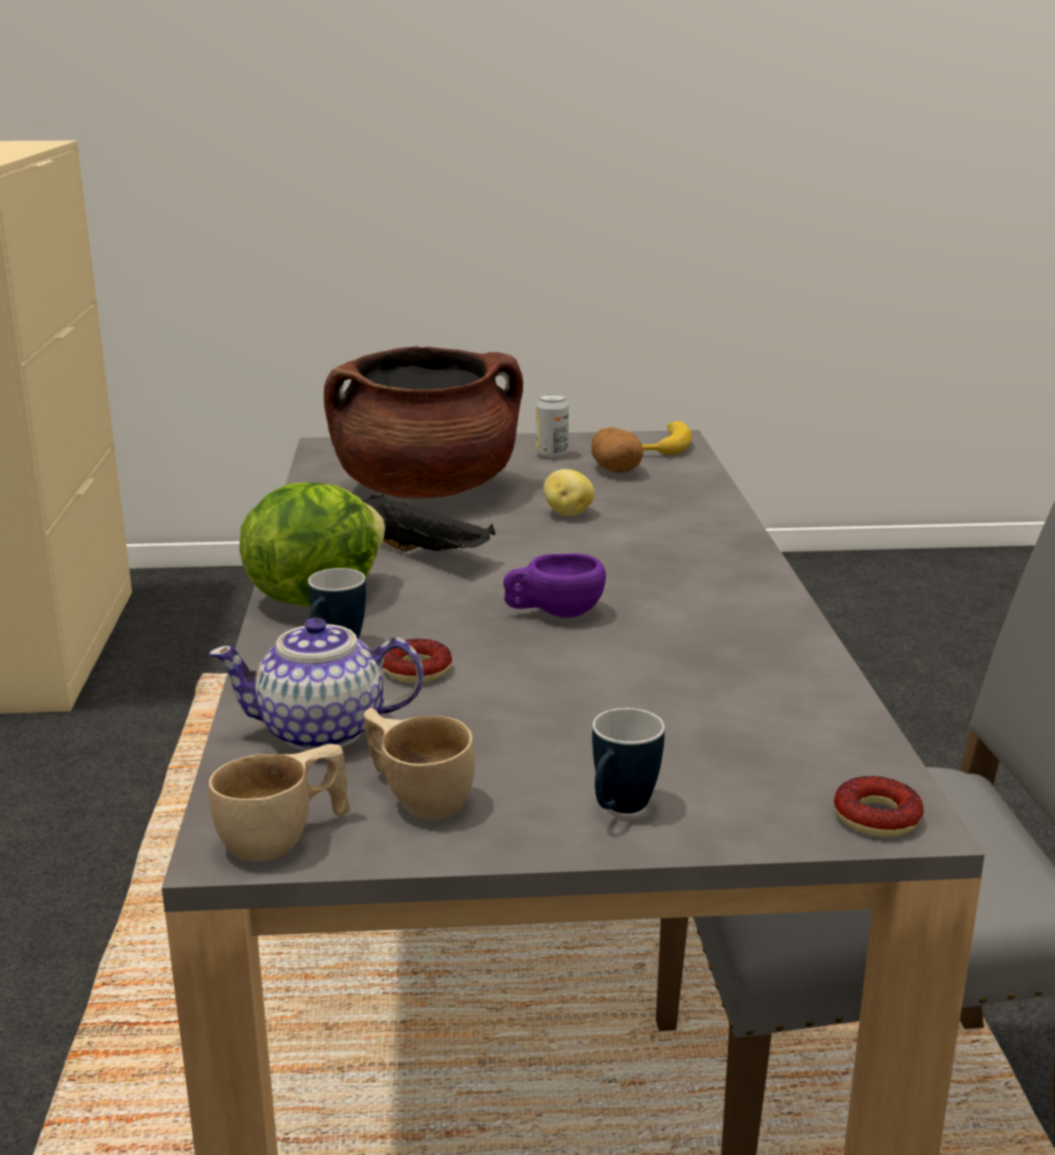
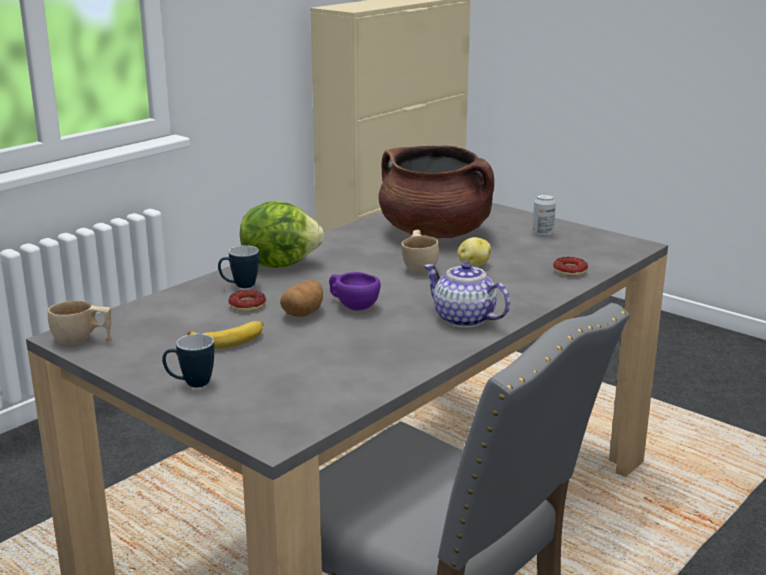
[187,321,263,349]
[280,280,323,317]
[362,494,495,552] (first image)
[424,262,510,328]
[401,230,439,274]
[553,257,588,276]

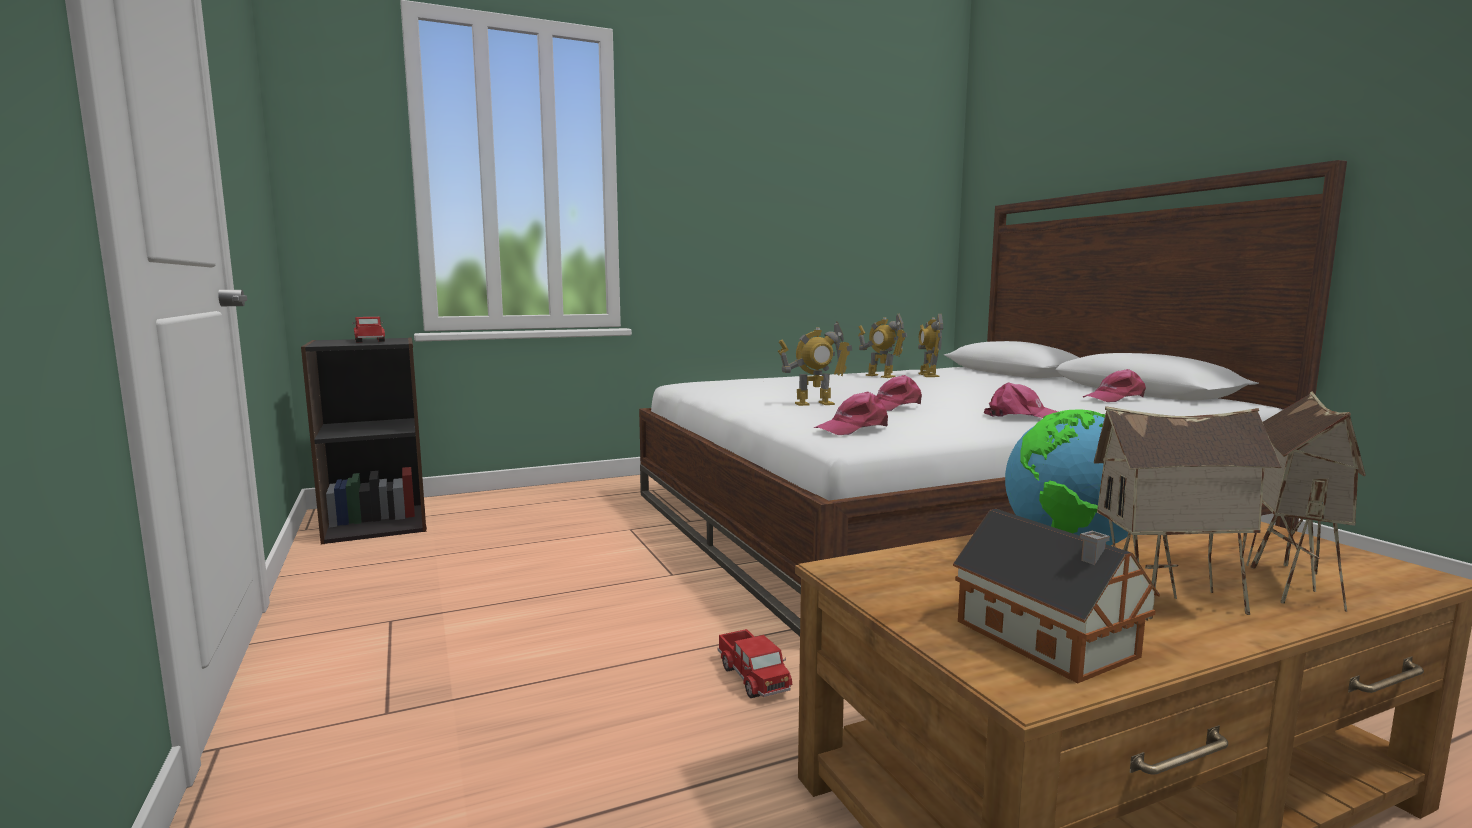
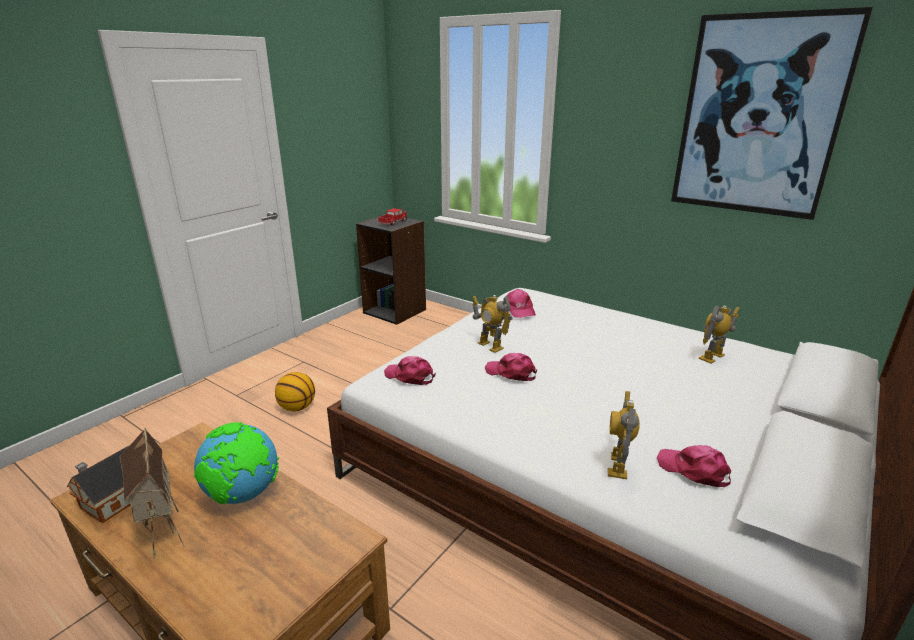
[608,391,640,479]
[507,289,536,318]
[1246,391,1366,612] (first image)
[717,629,793,698] (first image)
[671,7,873,220]
[275,372,315,411]

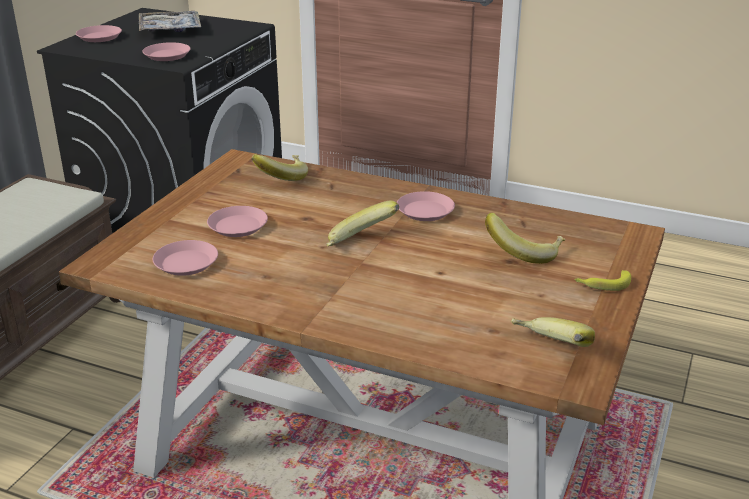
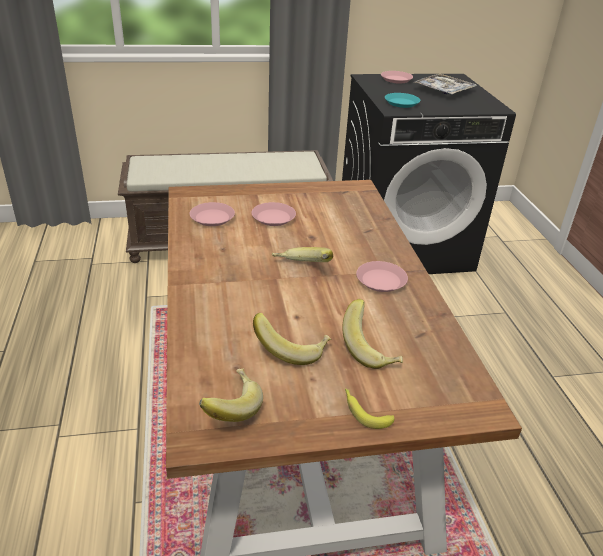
[385,93,420,108]
[253,313,331,365]

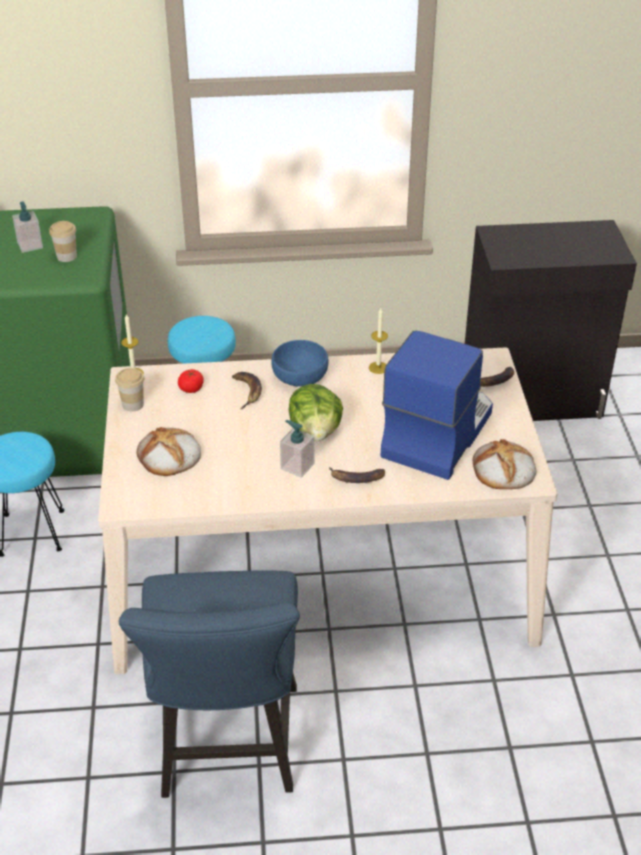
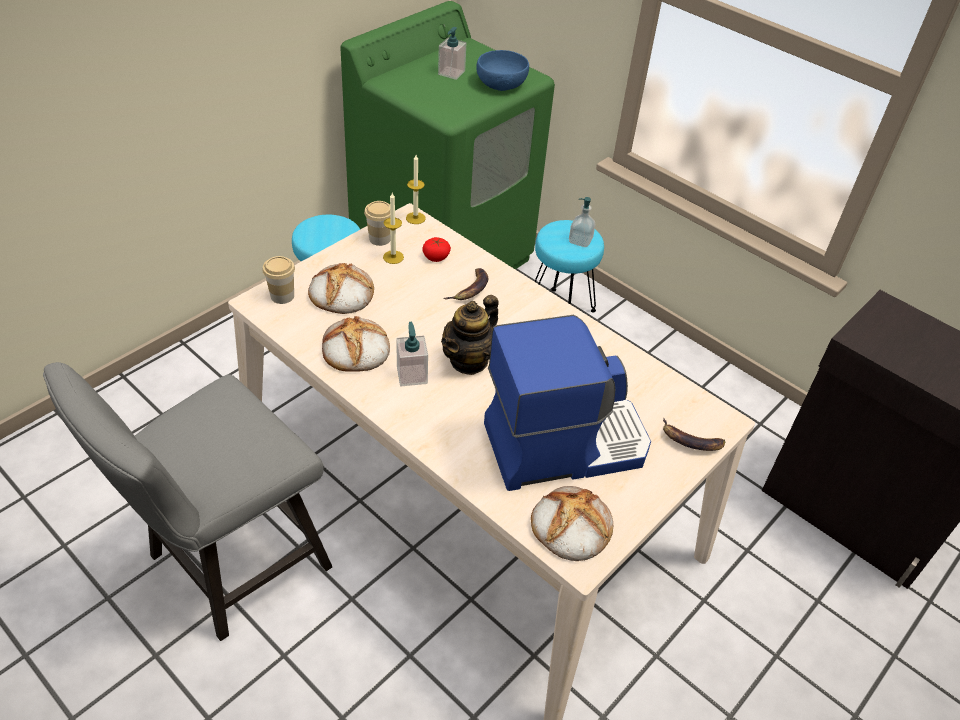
[263,256,295,304]
[383,193,404,264]
[476,50,529,91]
[441,295,499,375]
[329,467,385,483] (first image)
[43,362,332,641]
[569,197,596,247]
[322,316,390,372]

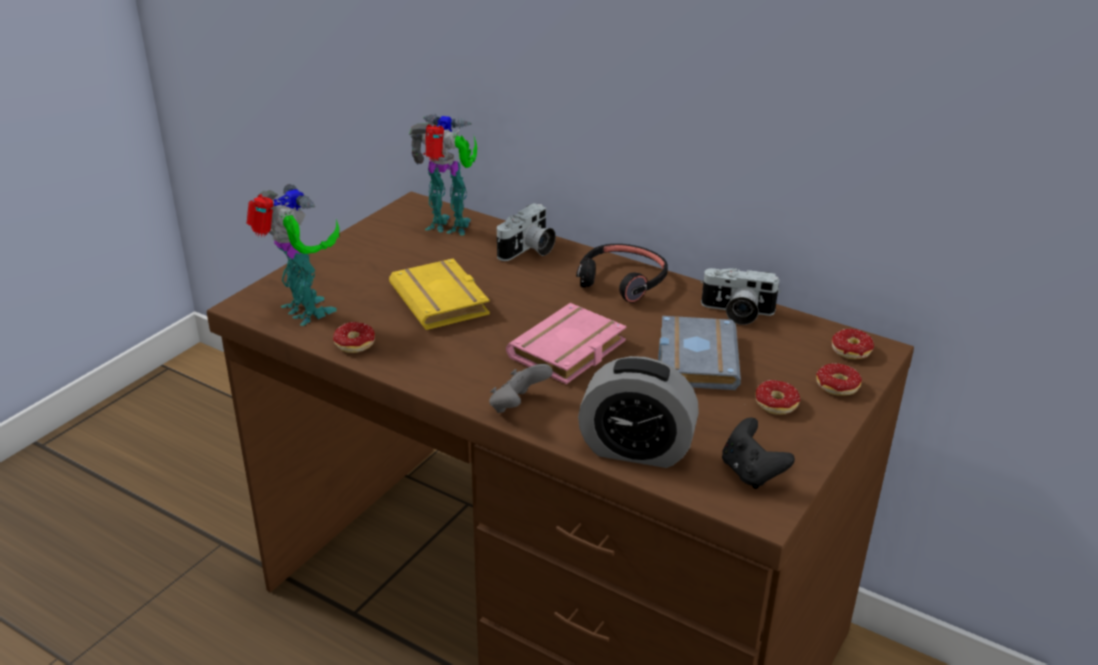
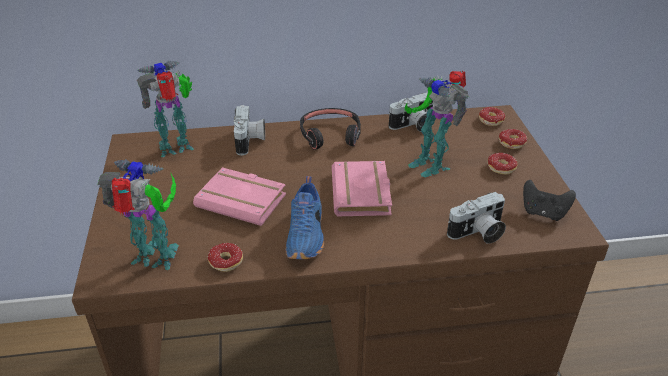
[193,167,286,226]
[405,71,469,178]
[447,192,506,244]
[489,364,553,413] (first image)
[286,176,324,259]

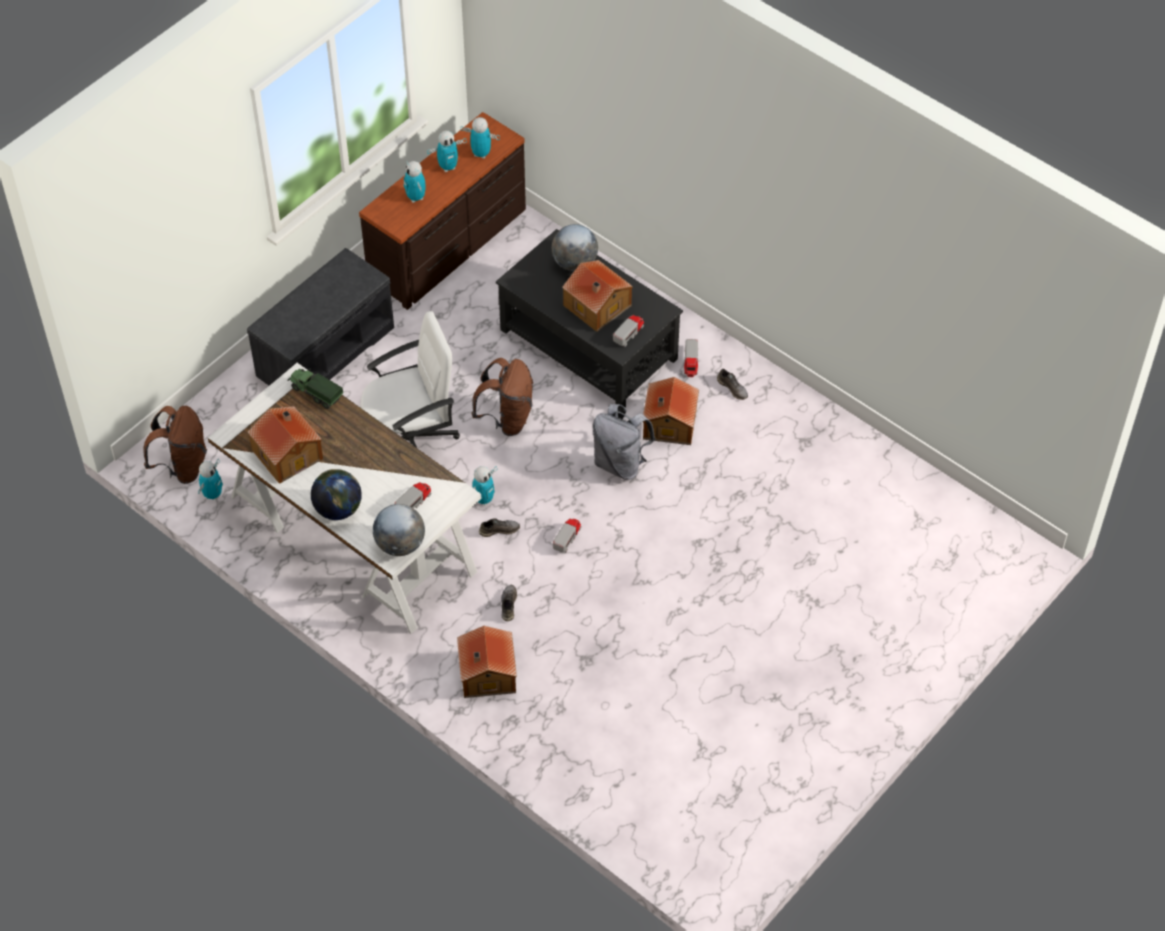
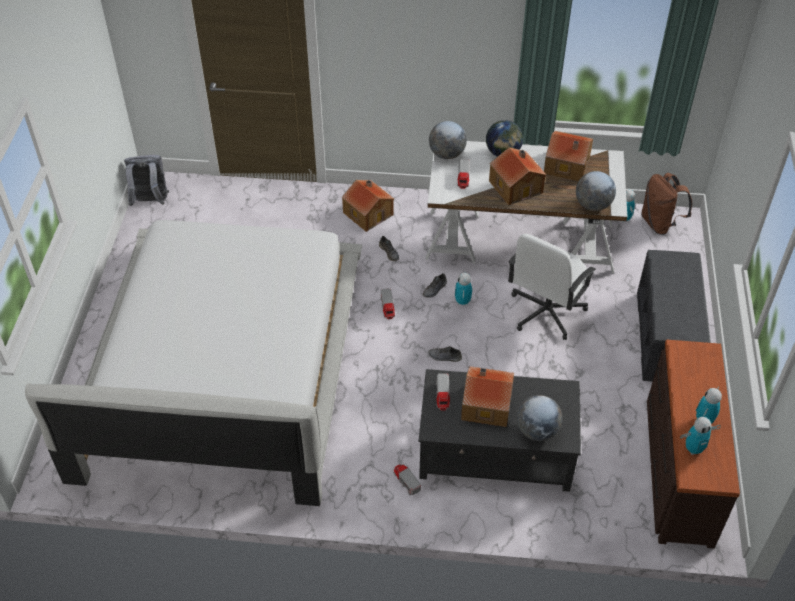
[404,161,425,203] (first image)
[471,358,533,436] (first image)
[576,171,616,211]
[429,346,462,362]
[489,147,546,205]
[124,155,169,206]
[25,220,362,506]

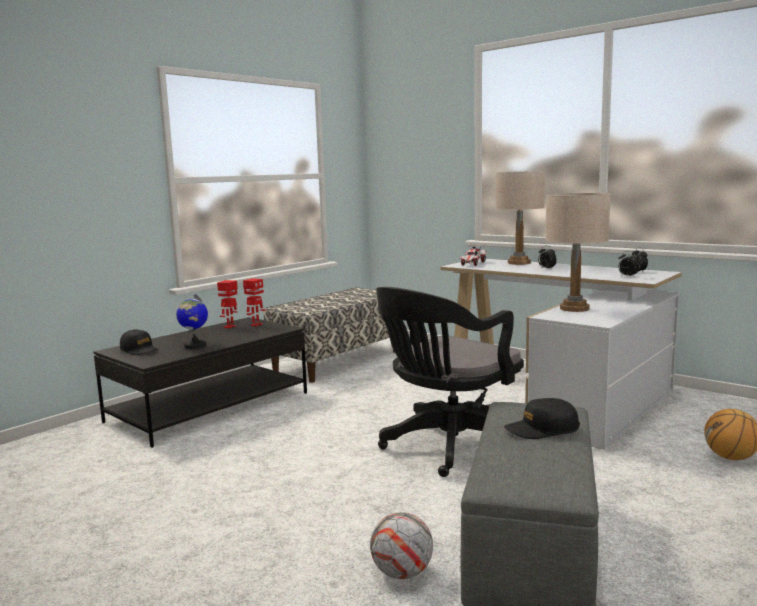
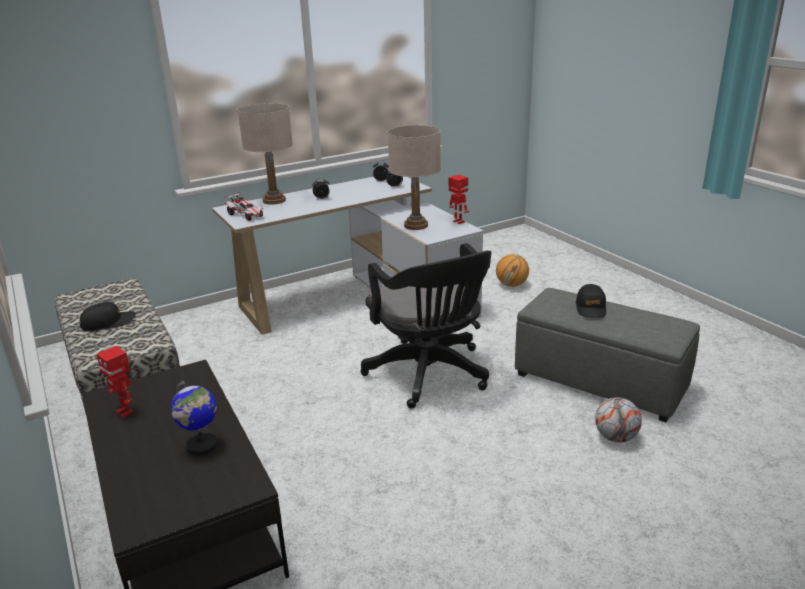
[448,175,469,224]
[80,302,136,331]

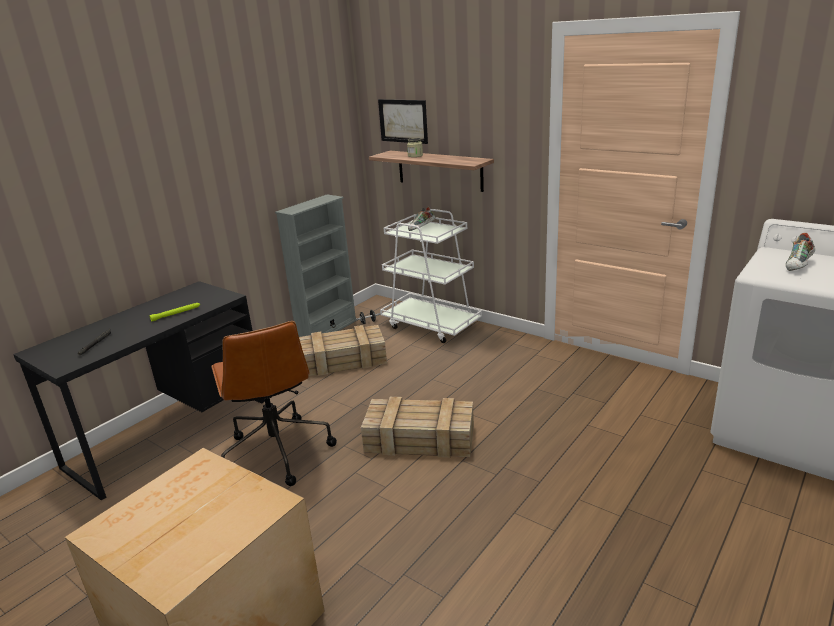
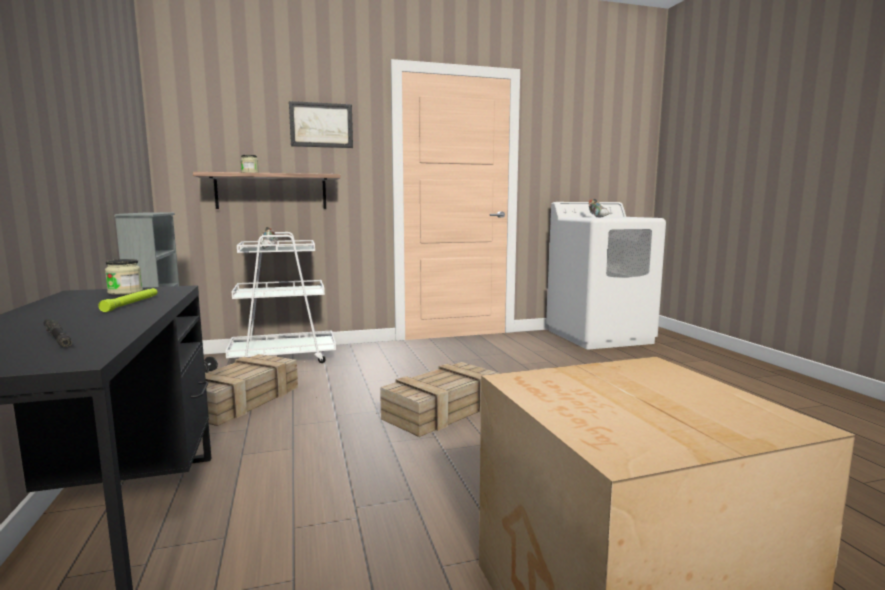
[289,101,353,148]
[211,321,337,486] (first image)
[105,259,143,295]

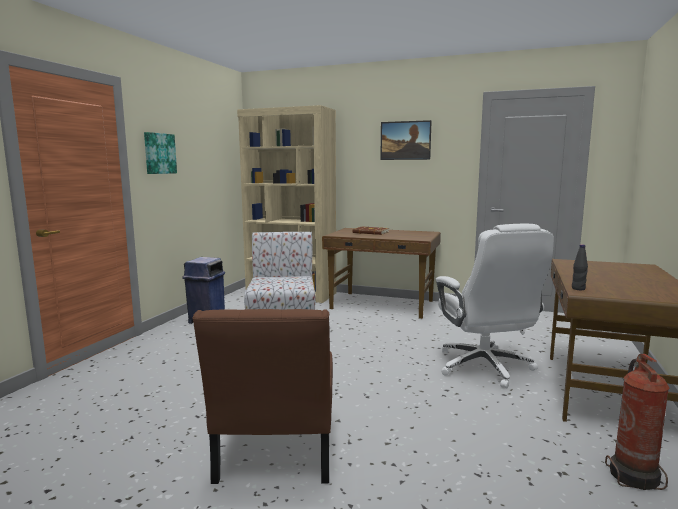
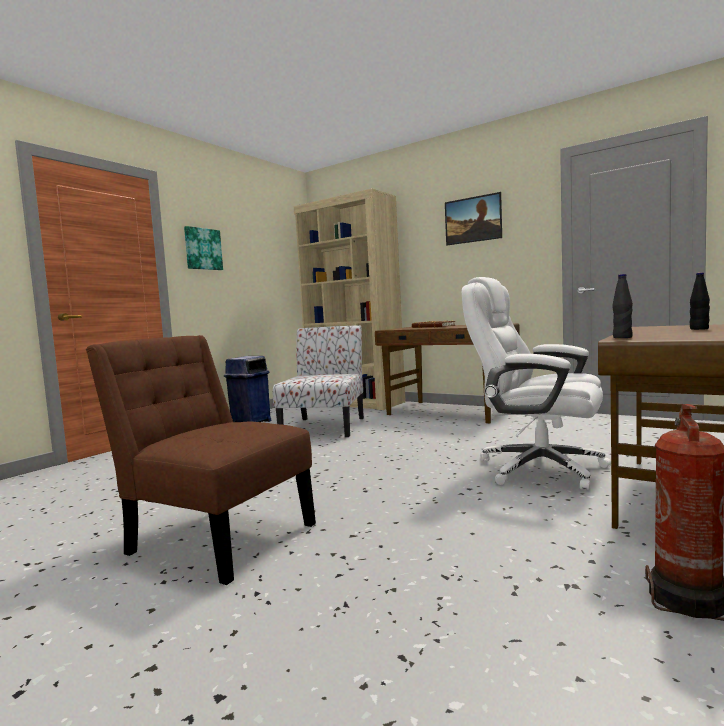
[462,277,611,491]
[86,335,316,585]
[690,273,710,330]

